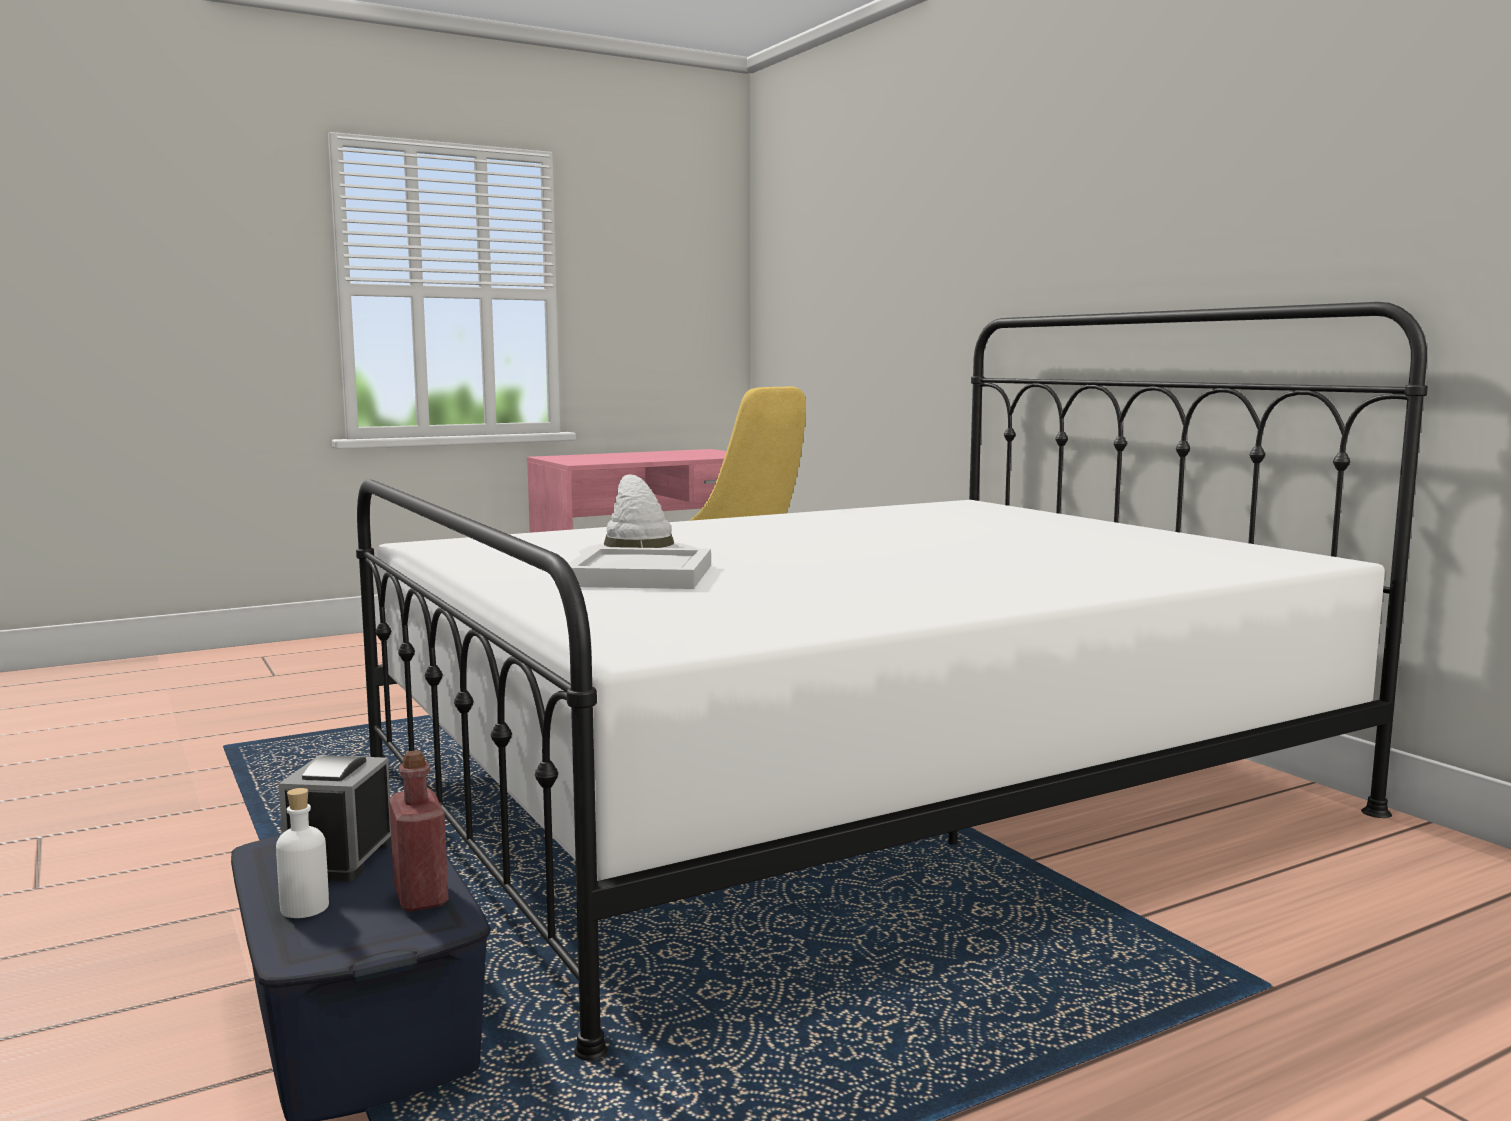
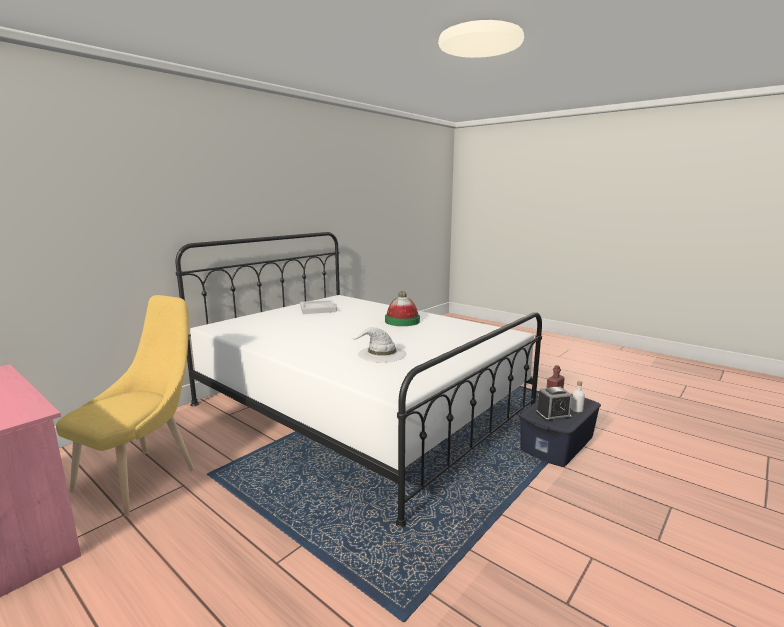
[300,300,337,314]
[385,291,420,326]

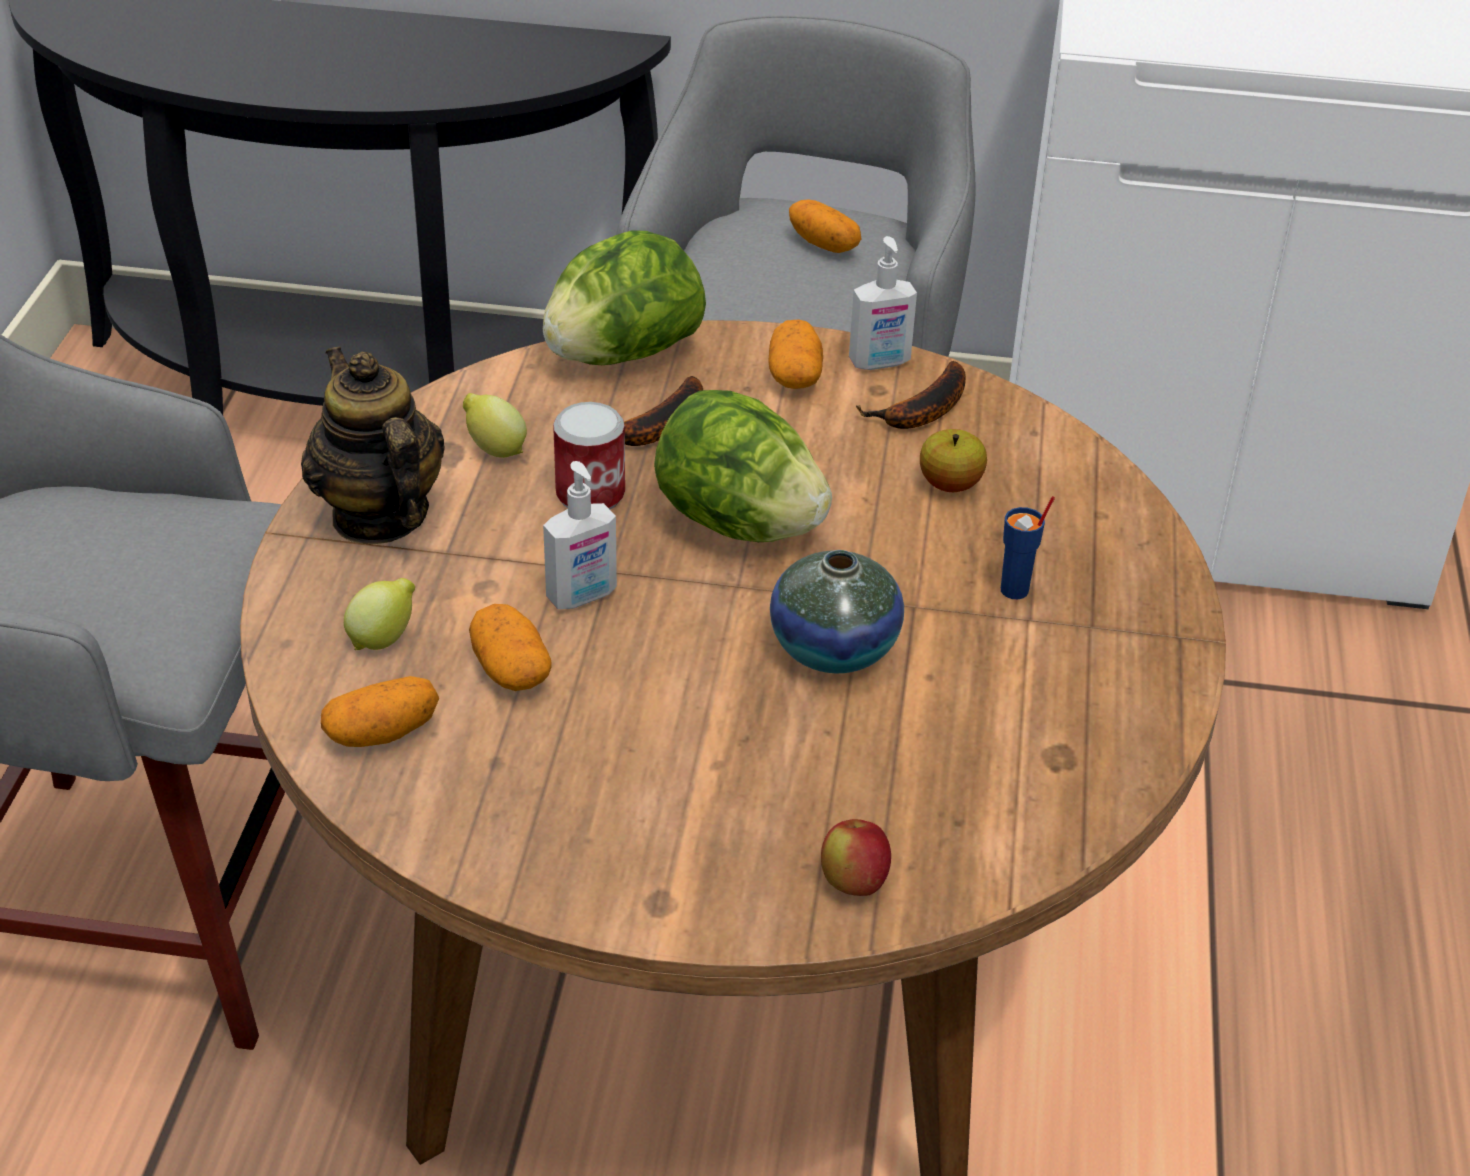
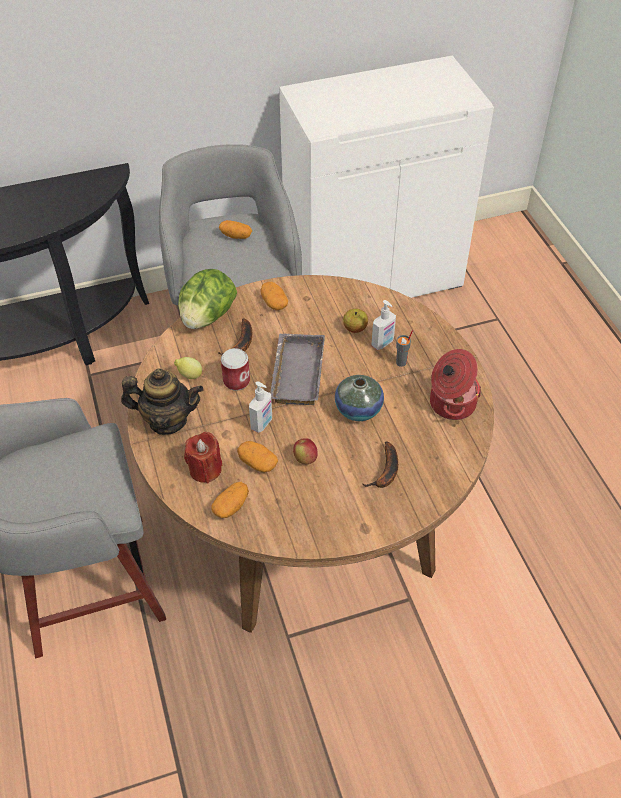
[371,300,396,350]
[121,368,204,435]
[362,442,398,488]
[270,334,325,405]
[396,330,413,367]
[184,432,222,484]
[293,438,318,464]
[430,349,481,420]

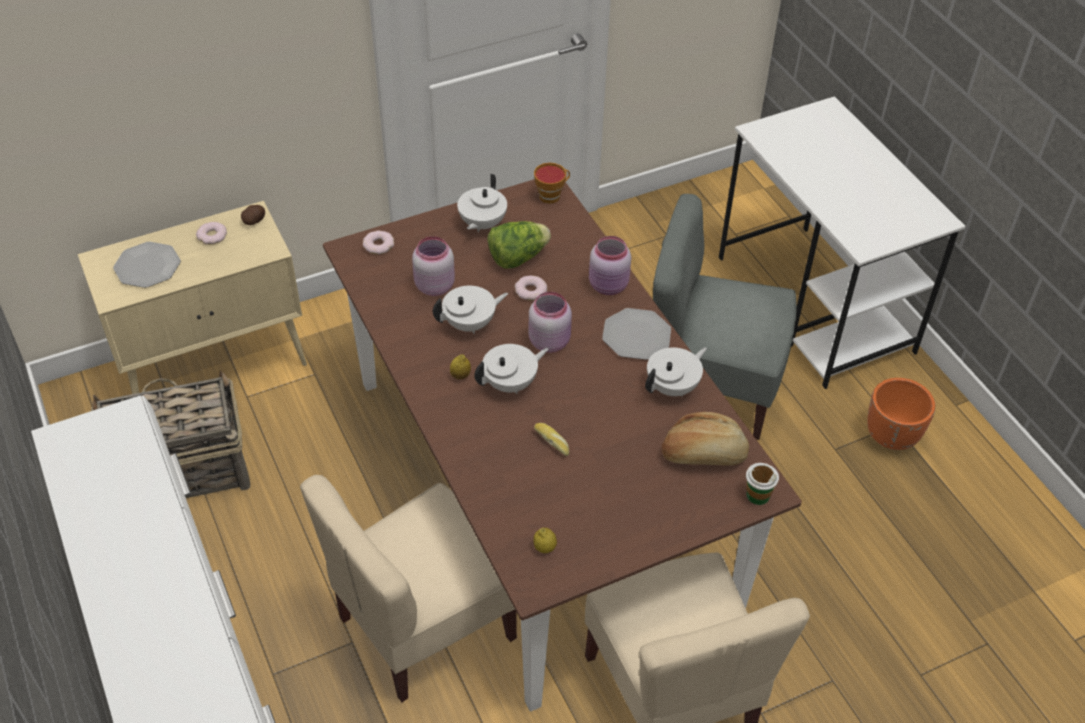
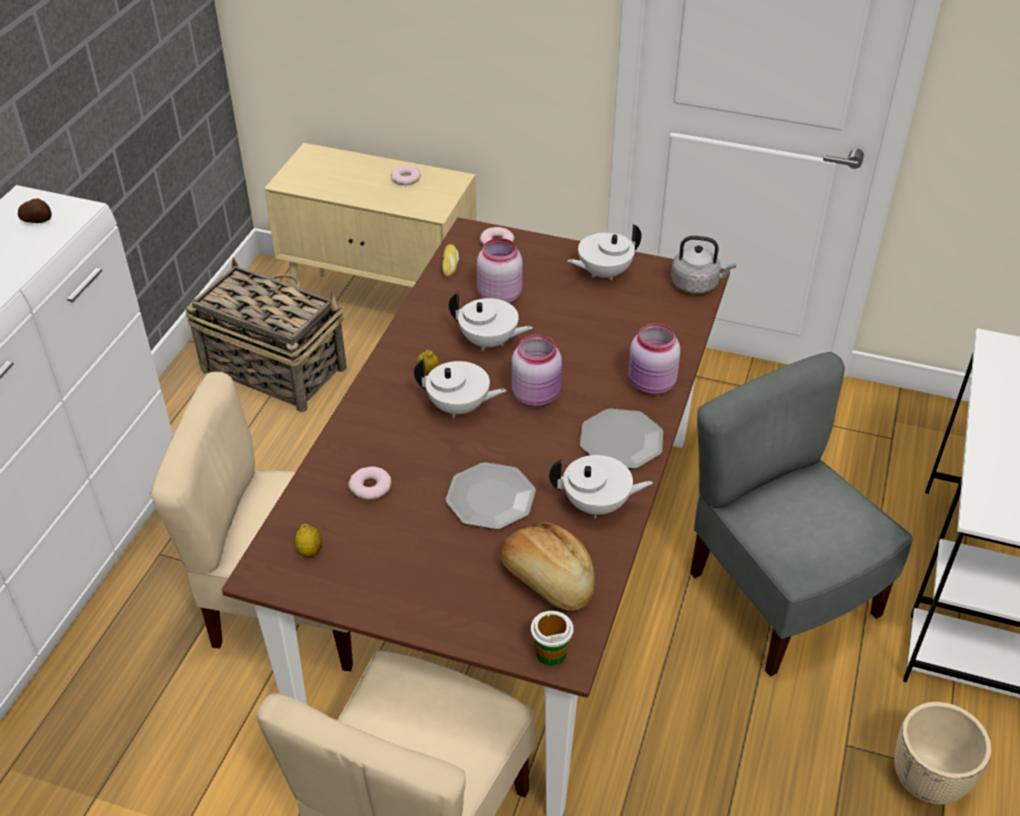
[671,236,736,294]
[18,198,52,223]
[487,221,551,269] (first image)
[446,462,536,530]
[348,466,391,500]
[894,702,992,805]
[442,244,459,277]

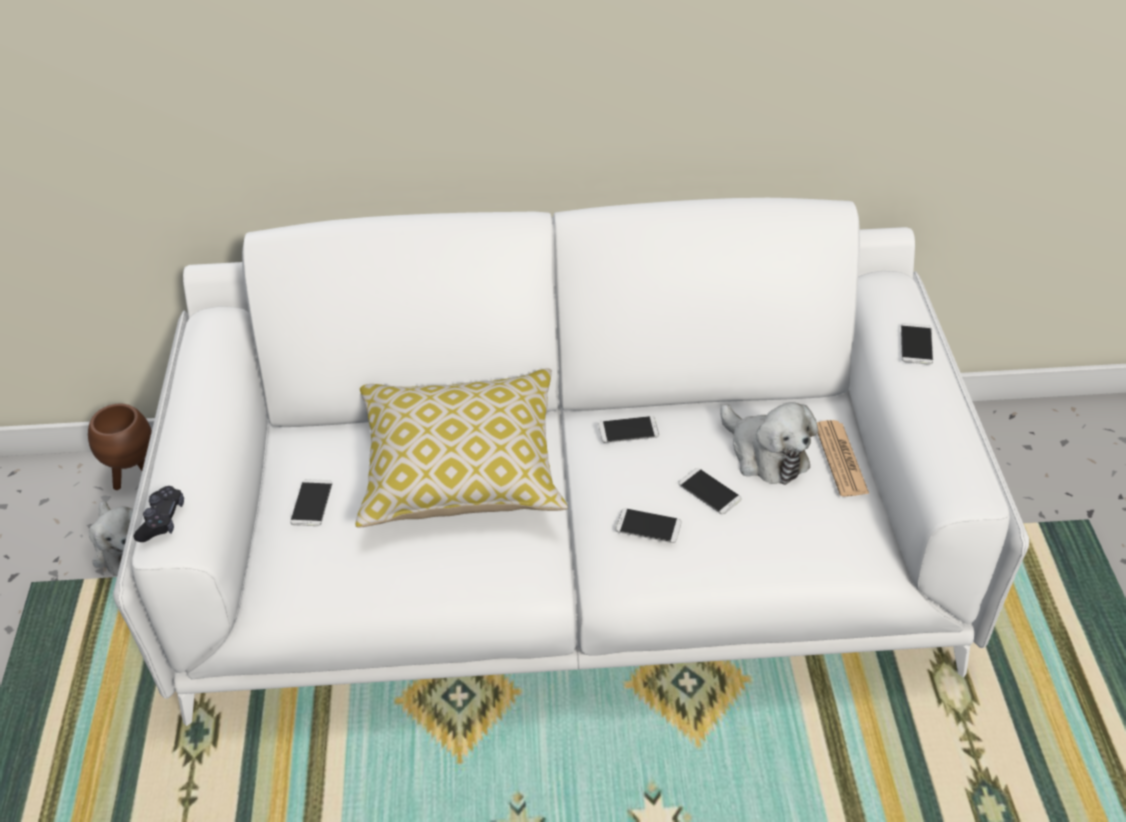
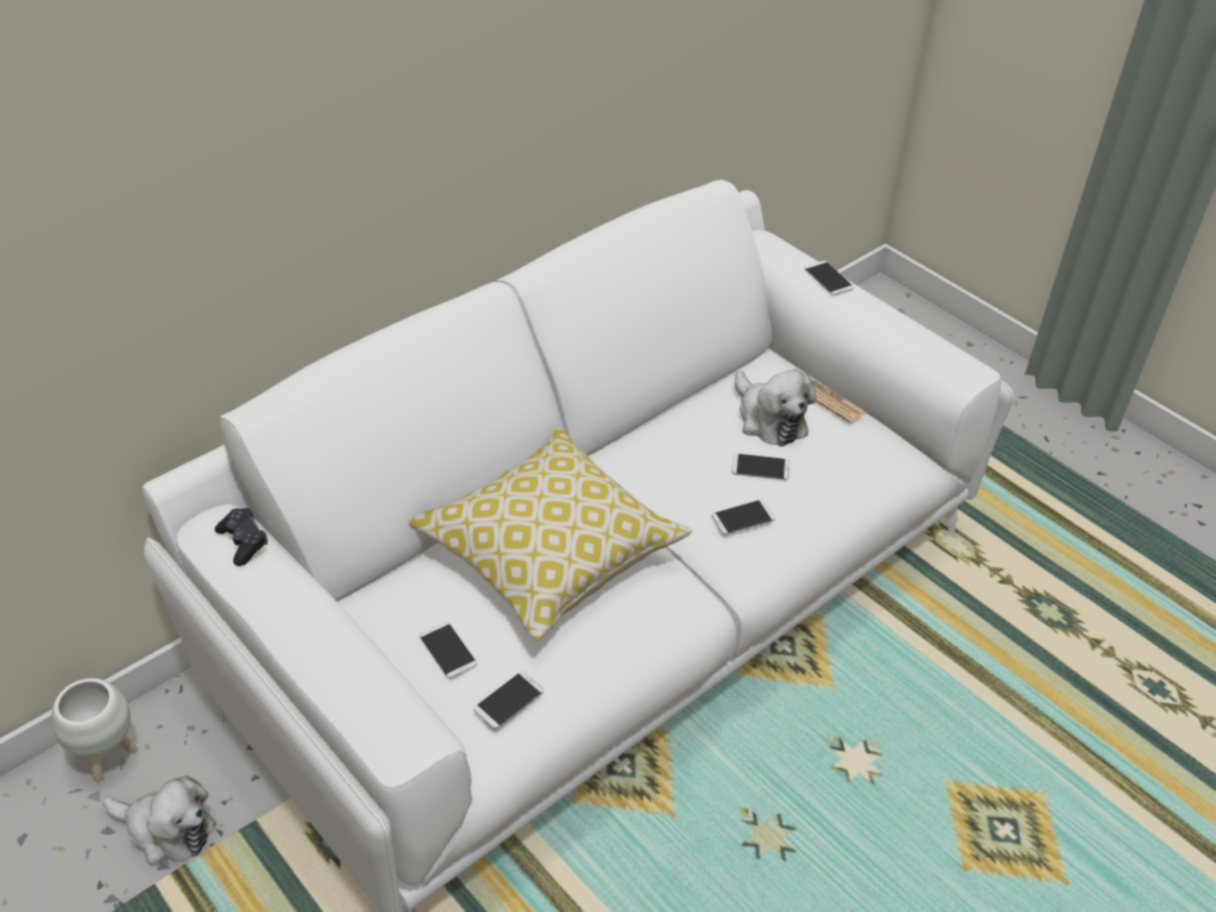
[735,370,816,447]
[51,678,137,782]
[474,672,544,729]
[215,508,268,566]

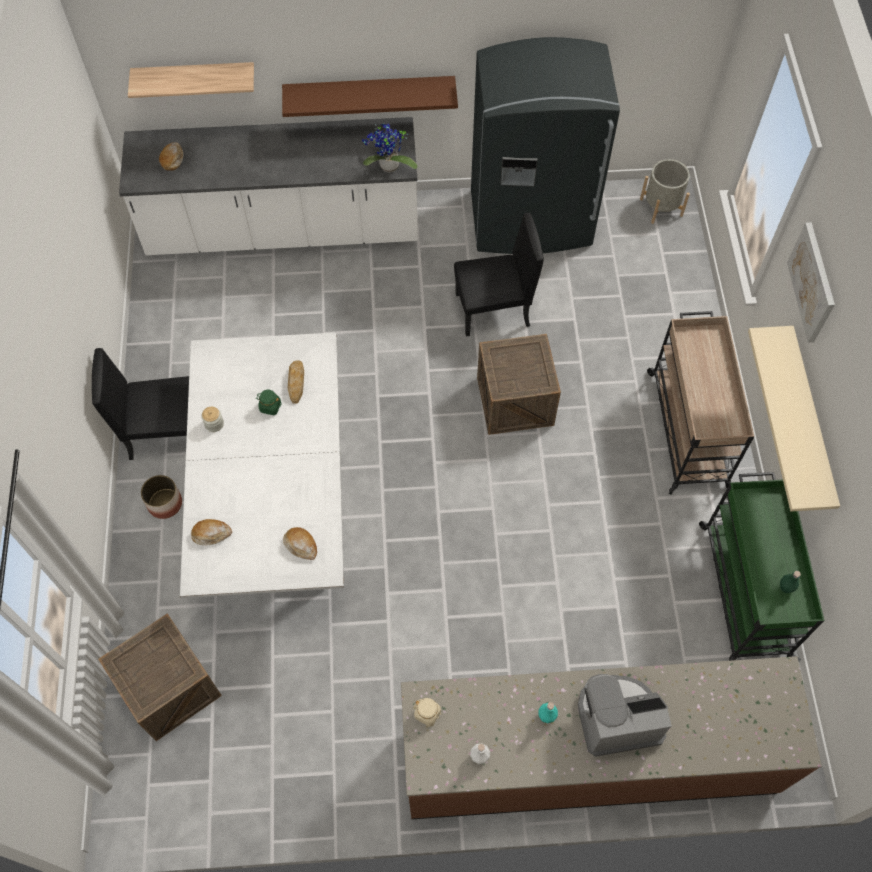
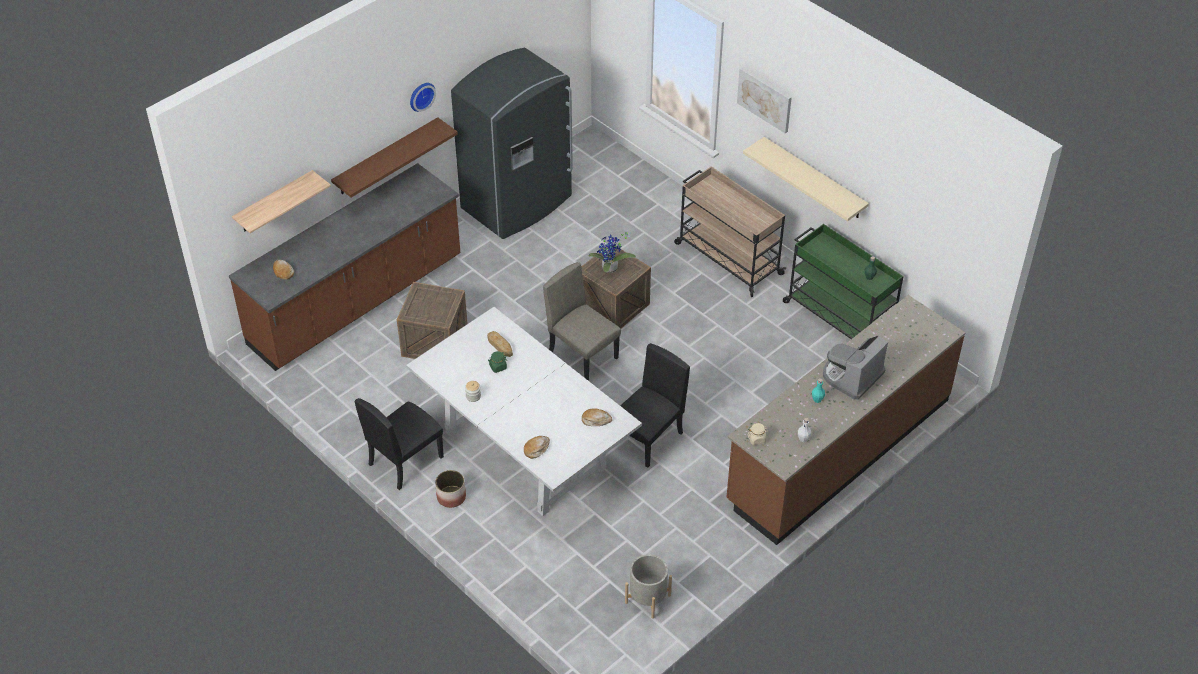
[229,163,460,371]
[588,232,636,273]
[625,554,672,619]
[620,343,690,468]
[397,282,468,359]
[410,83,436,112]
[543,262,621,380]

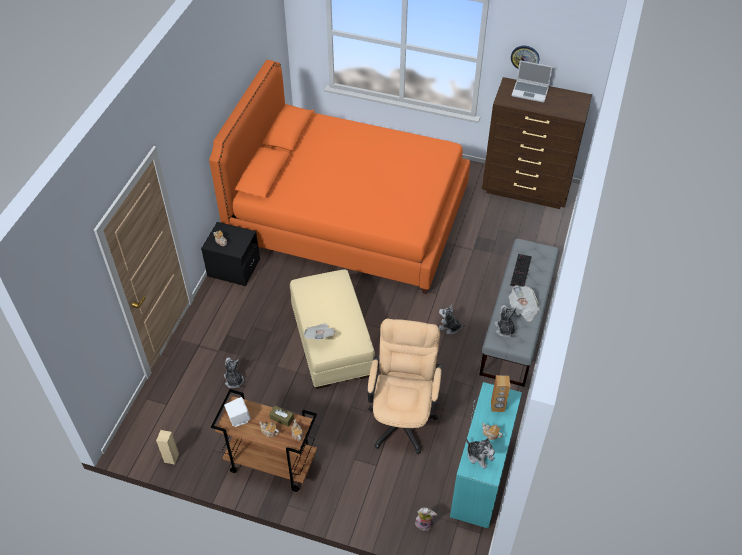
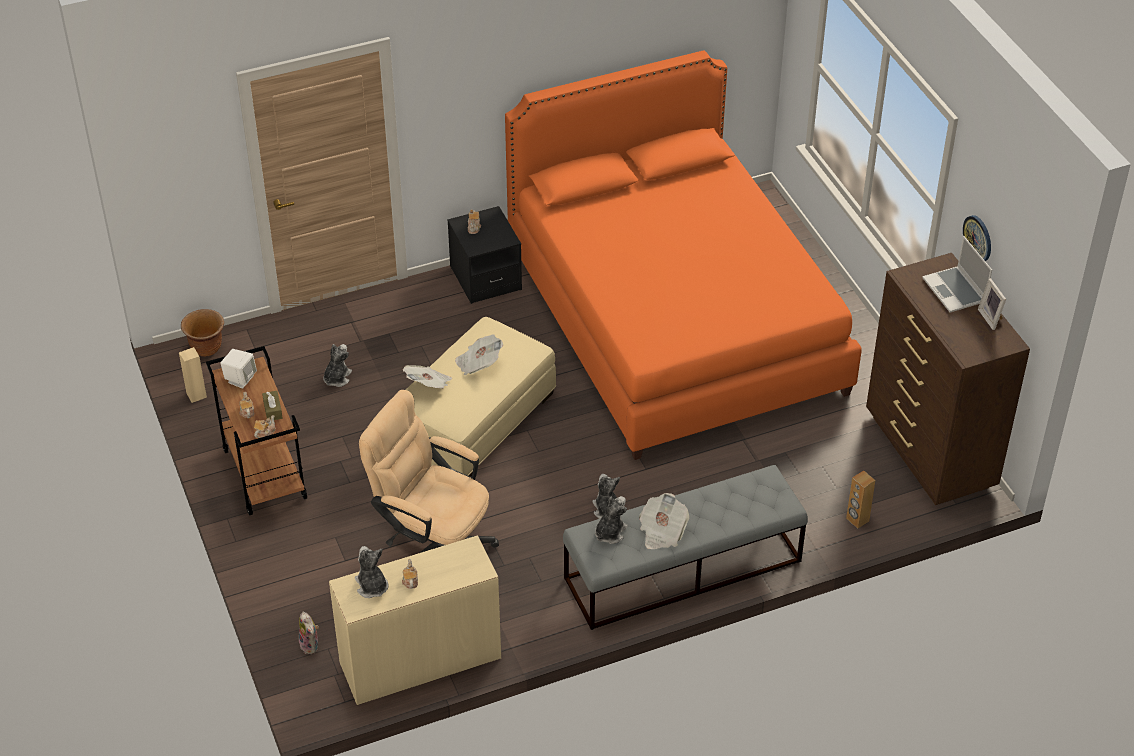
[510,254,532,287] (first image)
[359,390,499,553]
[846,471,875,529]
[329,535,501,705]
[355,546,388,598]
[978,278,1006,330]
[181,309,224,357]
[455,334,503,375]

